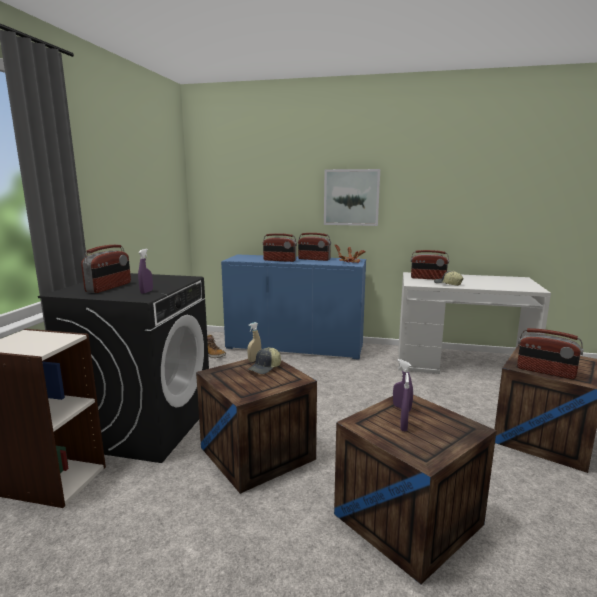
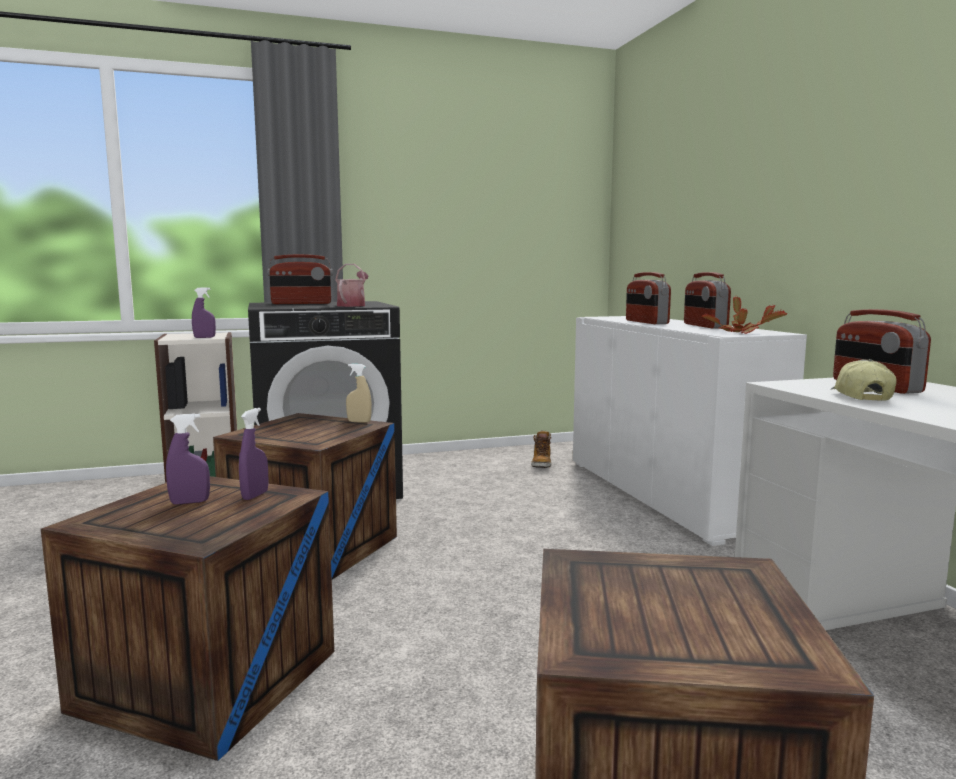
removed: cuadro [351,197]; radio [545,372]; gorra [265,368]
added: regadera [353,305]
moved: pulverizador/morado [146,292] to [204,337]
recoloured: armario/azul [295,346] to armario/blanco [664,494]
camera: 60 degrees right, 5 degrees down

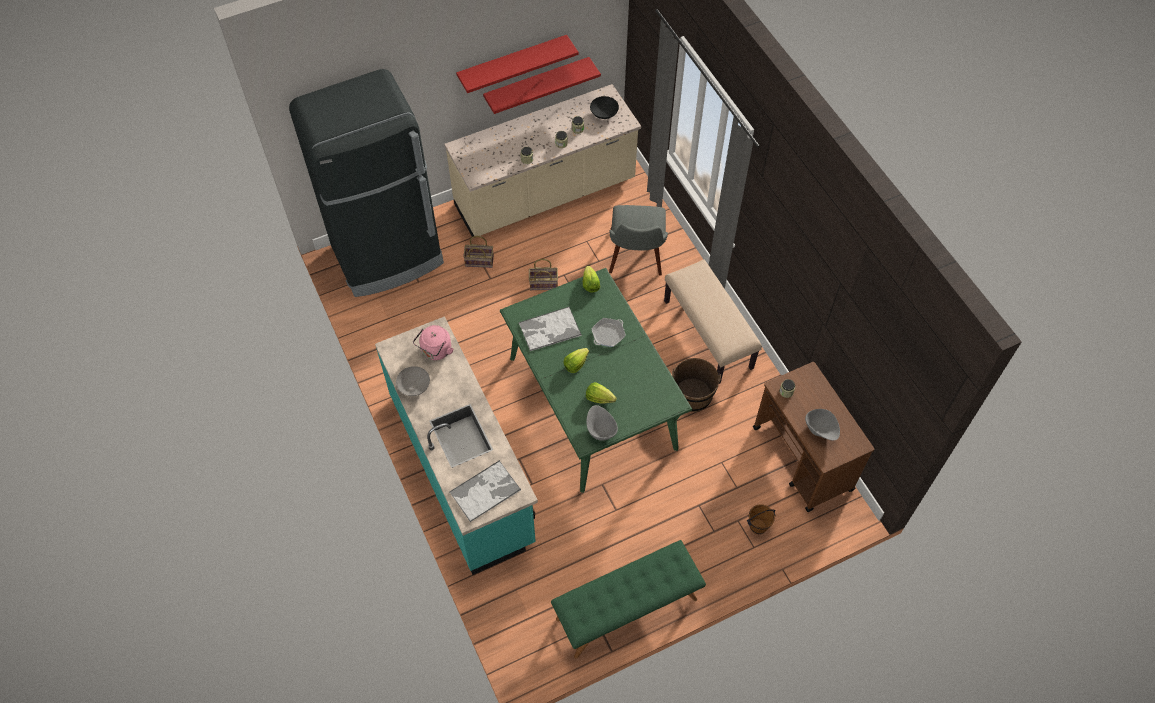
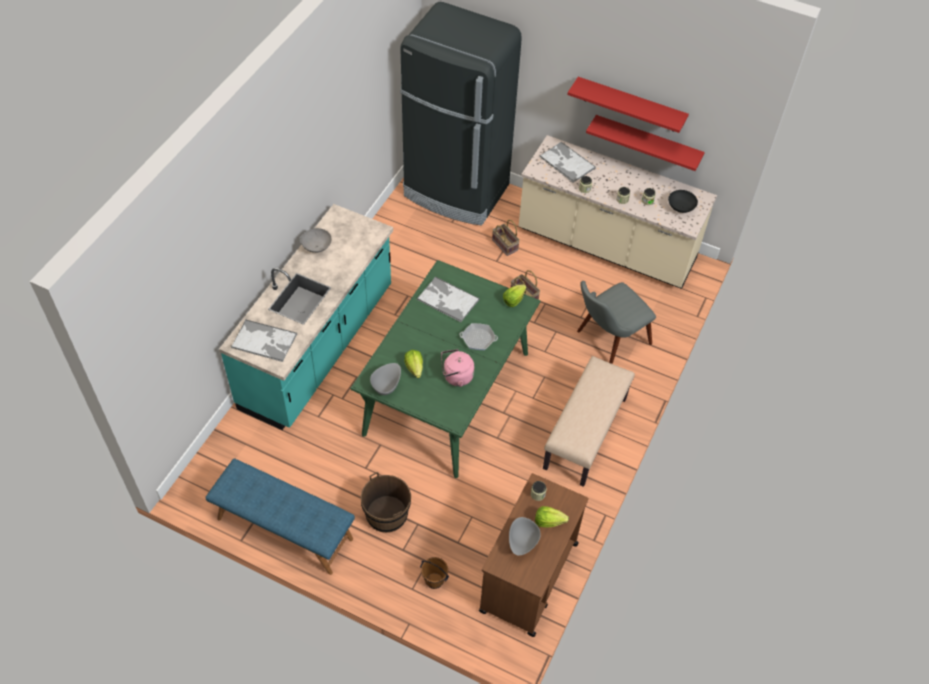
added: bandeja [566,162]
moved: hervidor/rosa [435,351] to [456,377]; lechuga [575,364] to [549,521]; cubo/marrón [692,395] to [387,514]
recoloured: banco/verde [627,609] to banco/azul [284,529]
camera: 50 degrees right, 5 degrees down

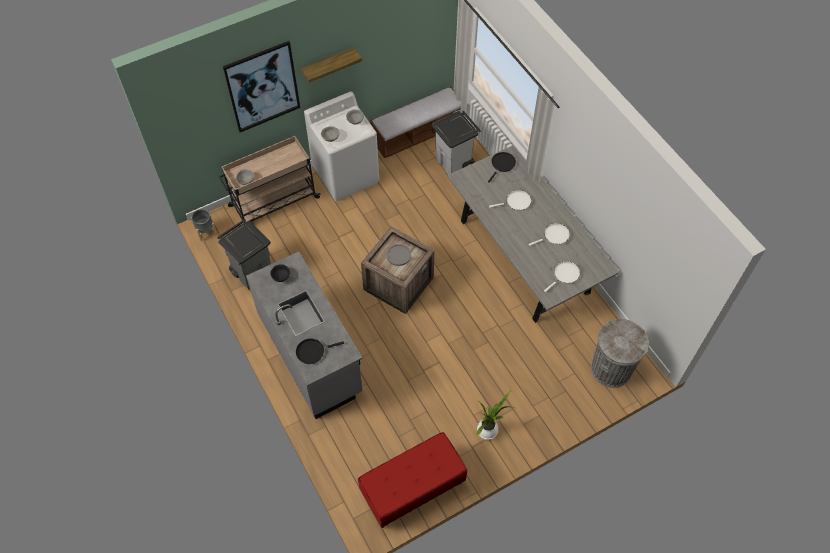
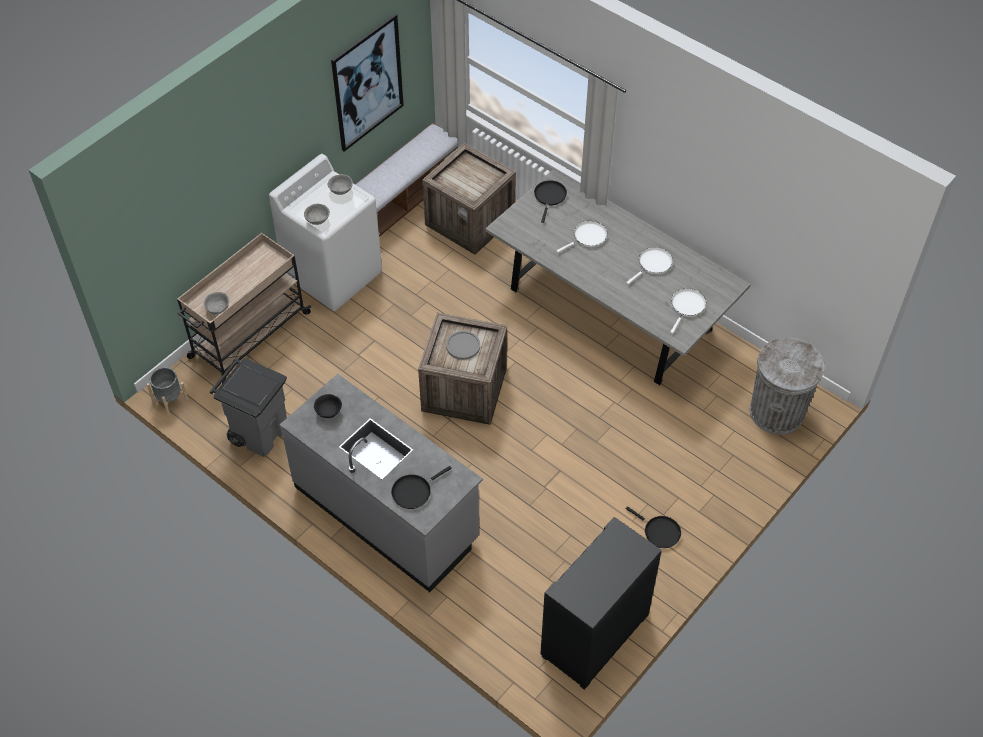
removed: estante [328,65]
moved: cuadro [262,87] to [367,83]
replaced: papelera/gris [454,163] to caja de embalaje [471,221]; planta en maceta [489,429] to sartén/negro [659,532]; banco/rojo [412,489] to armario/negro [595,636]
camera: 20 degrees left, 5 degrees down

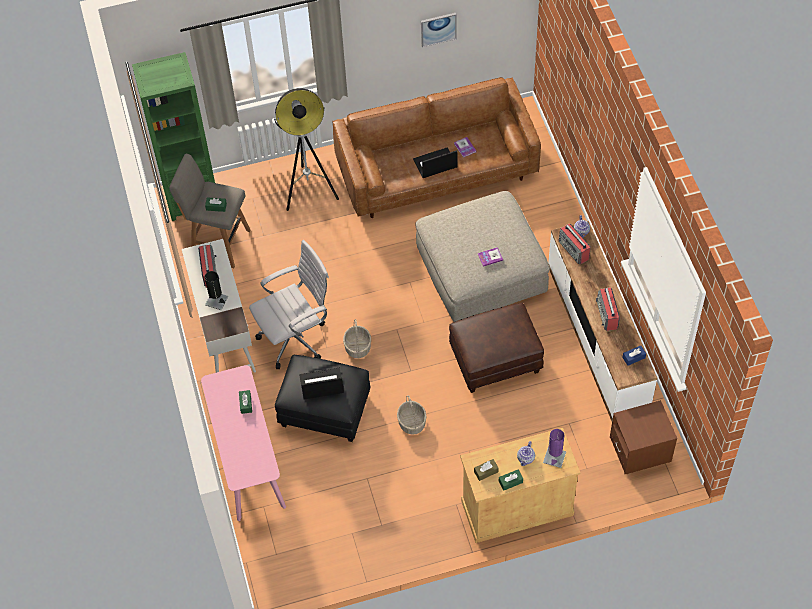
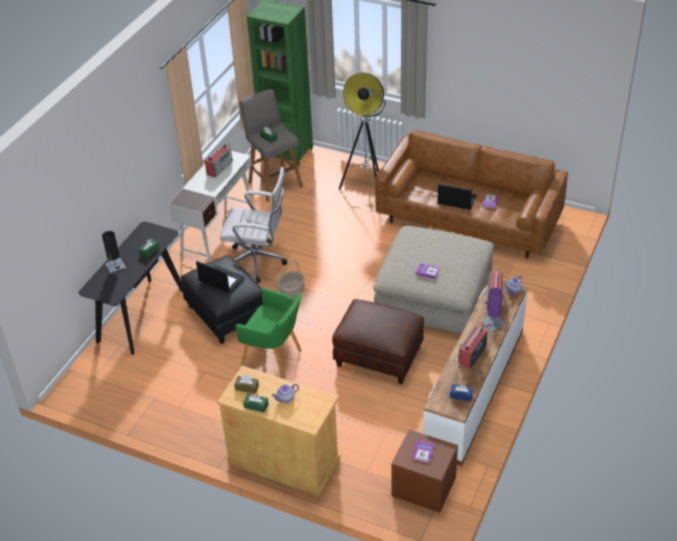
removed: cuadro [438,29]
added: libro [423,452]
moved: lámpara de mesa/negro [216,301] to [115,266]; lámpara de mesa/morado [554,457] to [493,323]
replaced: cesta [412,423] to sillón/verde [274,358]
recoloured: mesa consola/rosa [248,465] to mesa consola/negro [141,315]
camera: 40 degrees right, 15 degrees down

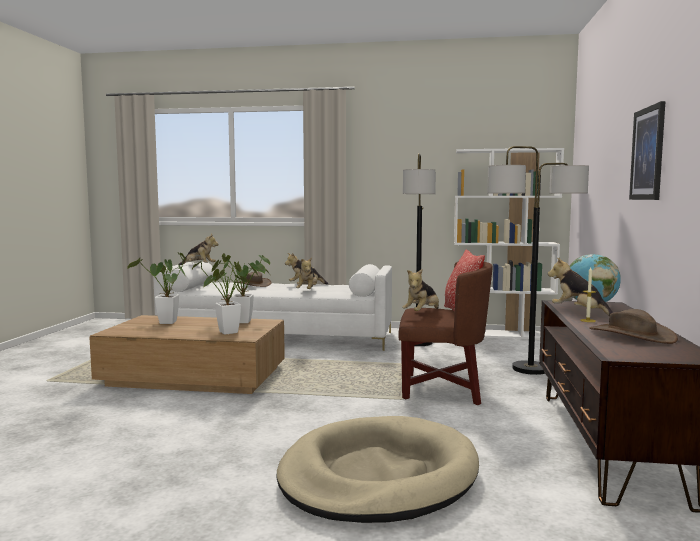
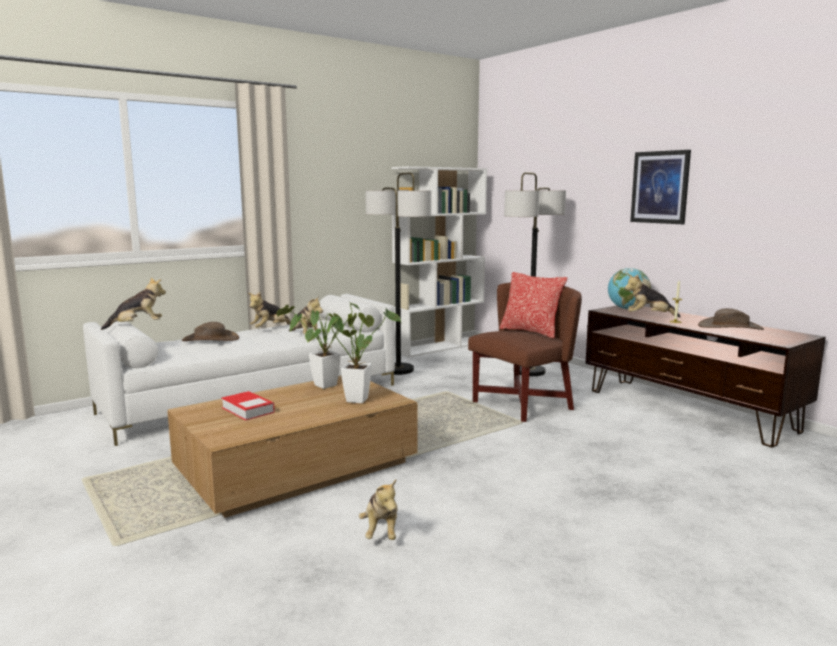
removed: cama para perro/beis [378,476]
moved: peluche [422,313] to [381,531]
replaced: planta en maceta [166,323] to libro [248,410]
camera: 45 degrees left, 5 degrees up

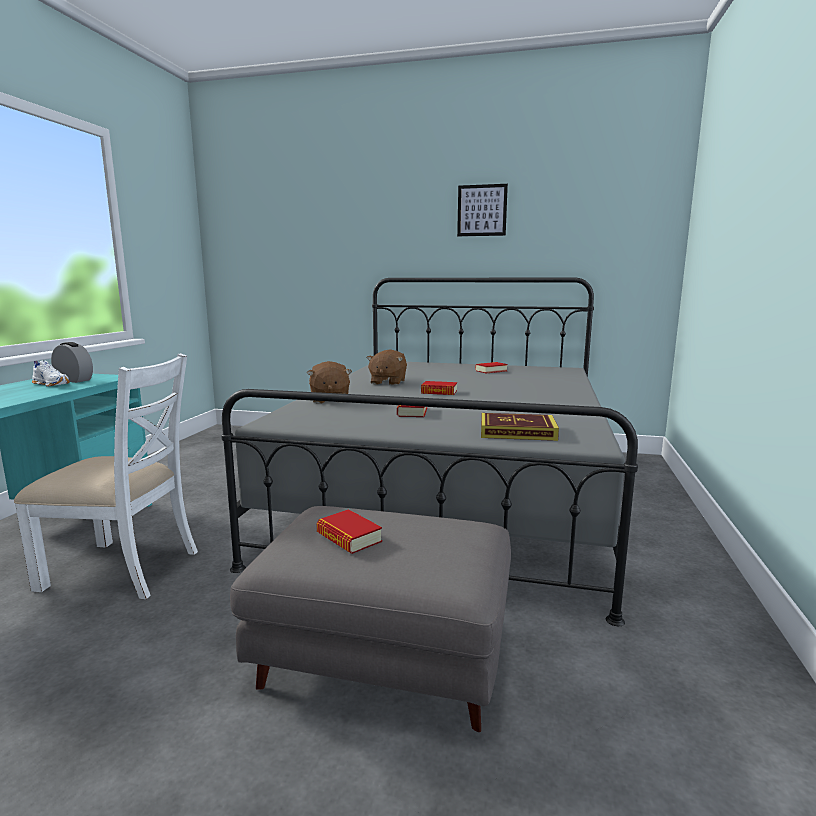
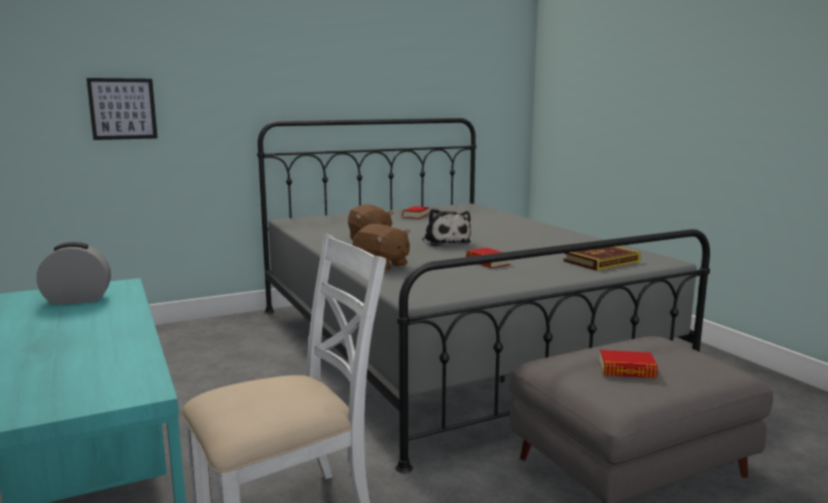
removed: zapato/blanco [52,384]
moved: cuadro [482,210] to [122,109]
replaced: libro [439,392] to peluche [445,242]
camera: 40 degrees left, 0 degrees up

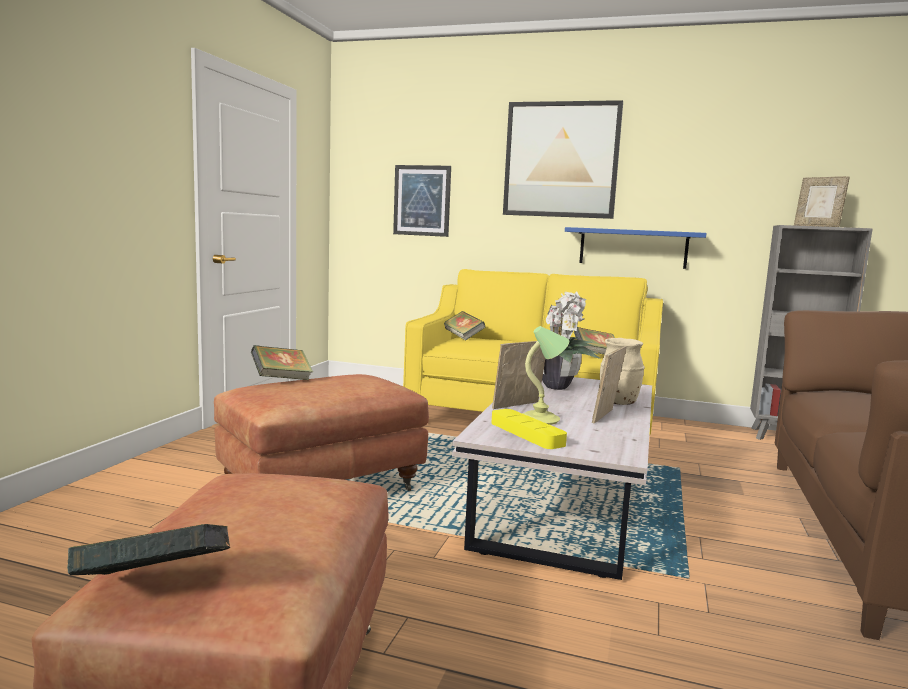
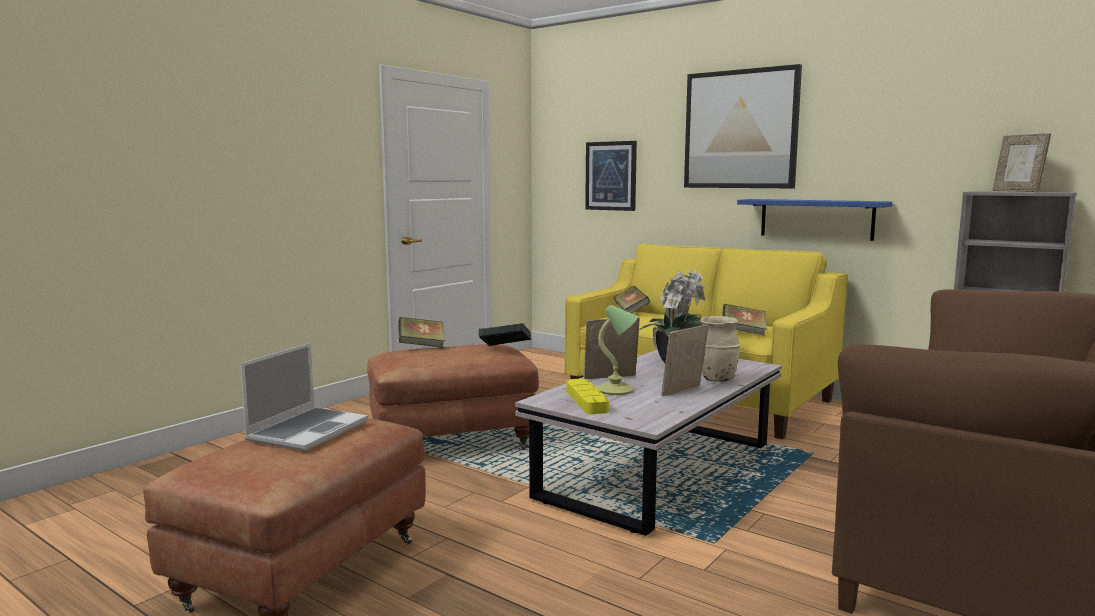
added: portátil [308,430]
moved: libro [155,587] to [505,349]
camera: 20 degrees right, 0 degrees up

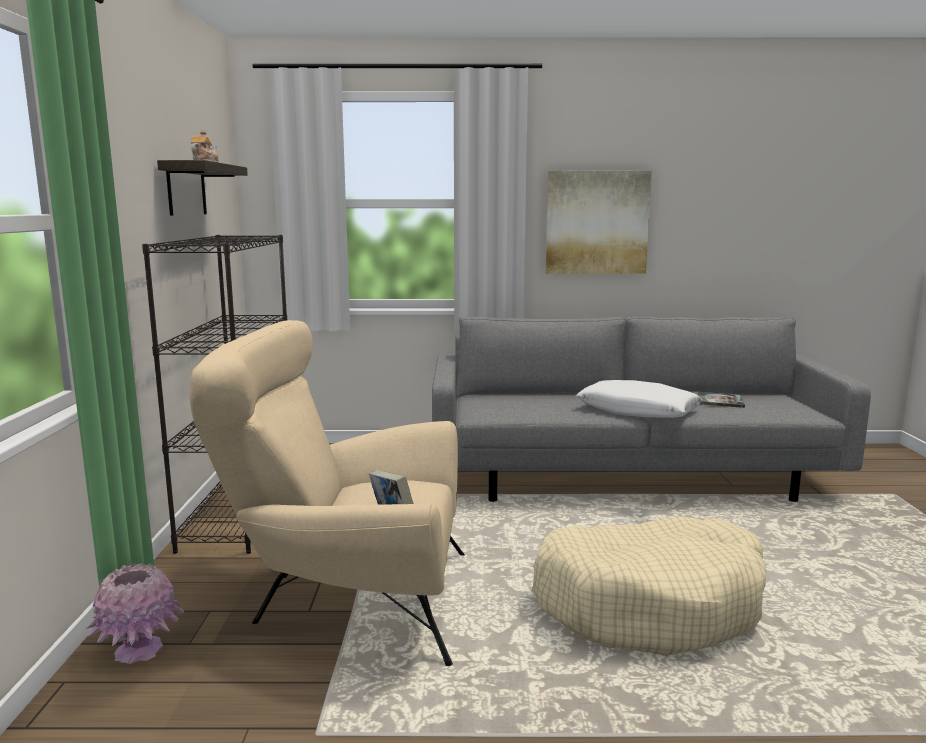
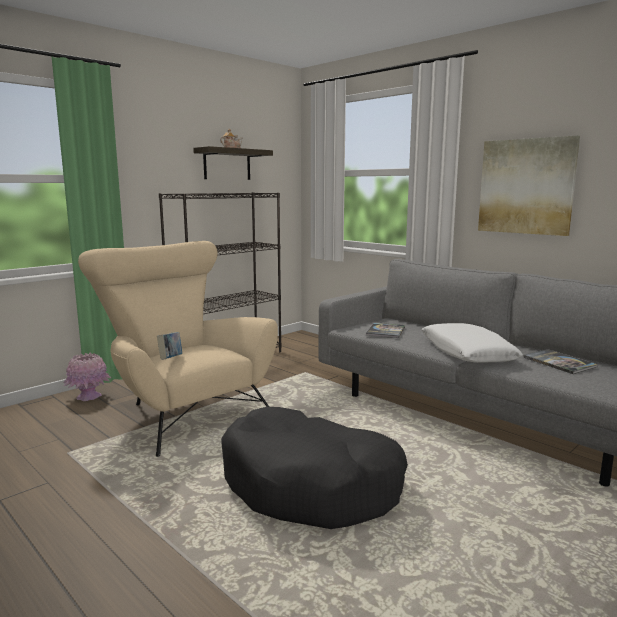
added: libro [385,331]
recoloured: cama para perro/beis [650,604] to cama para perro/negro [311,485]
camera: 45 degrees right, 0 degrees up

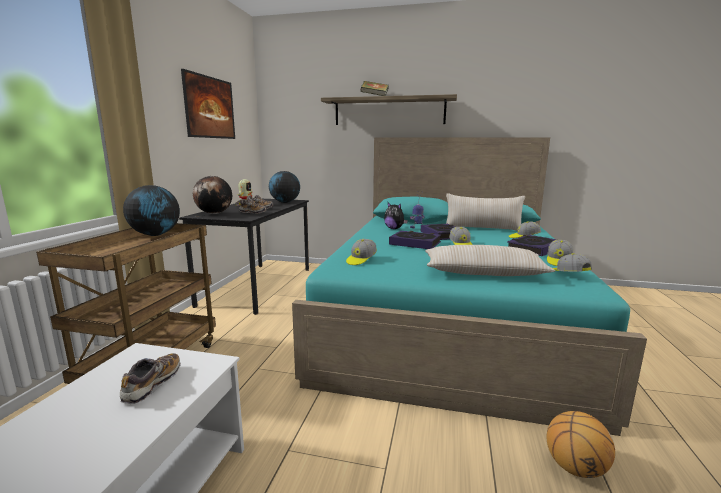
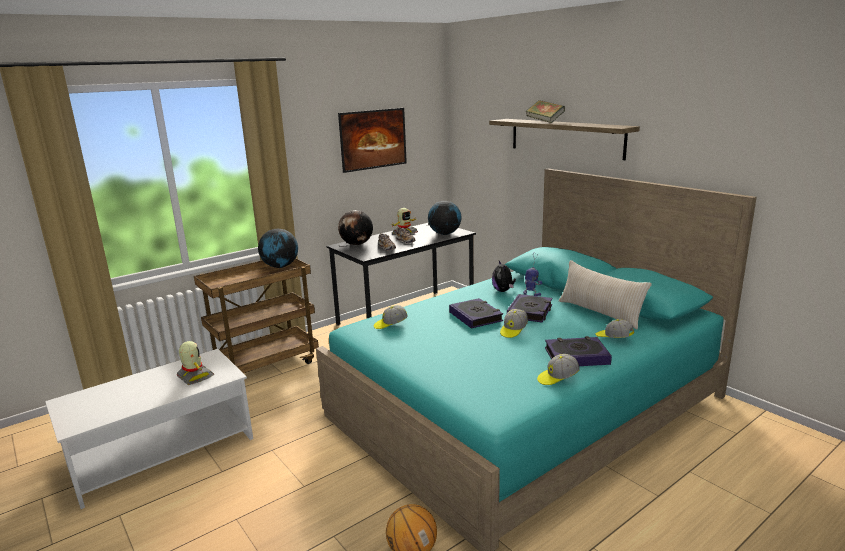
removed: cojín/beis [483,272]; gorra [567,274]
replaced: zapato [152,384] to robot de juguete [194,377]
camera: 40 degrees right, 5 degrees up

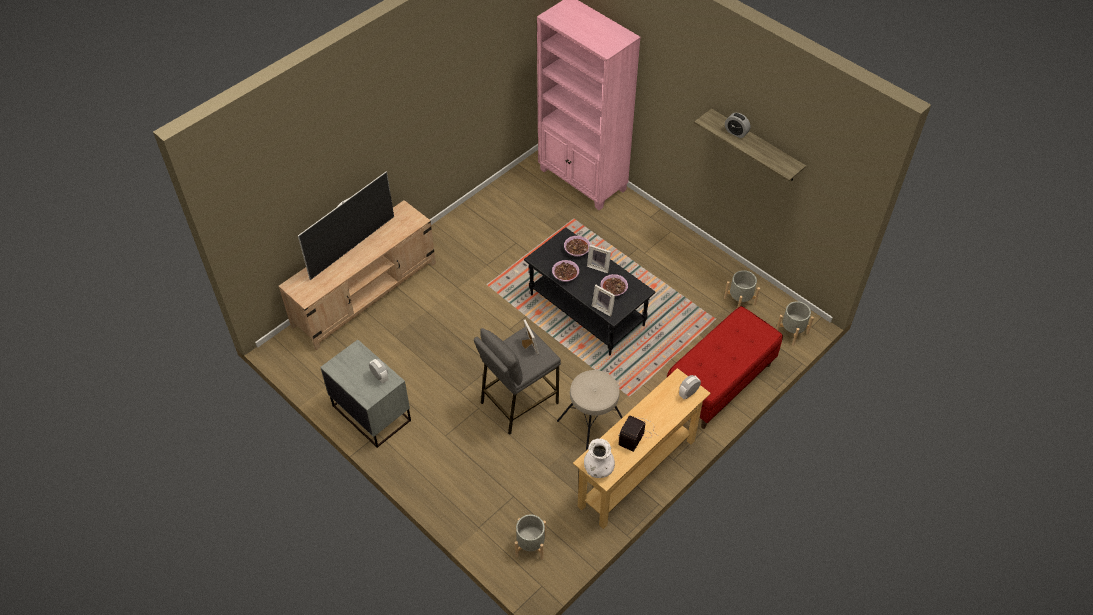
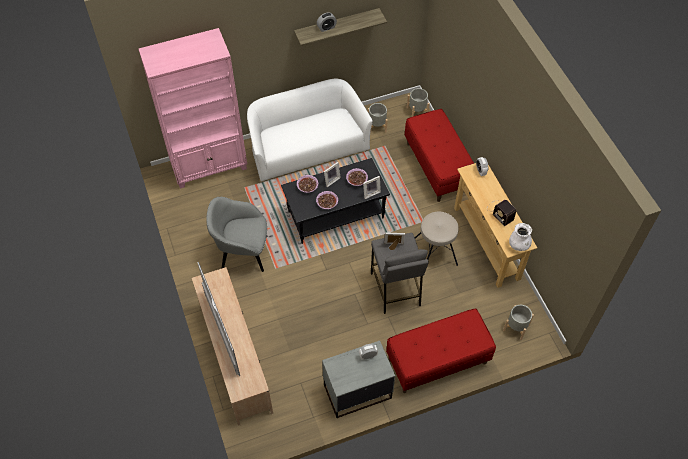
added: sofá/blanco [307,147]; sillón/gris [243,252]; banco/rojo [437,361]
camera: 65 degrees left, 5 degrees up

